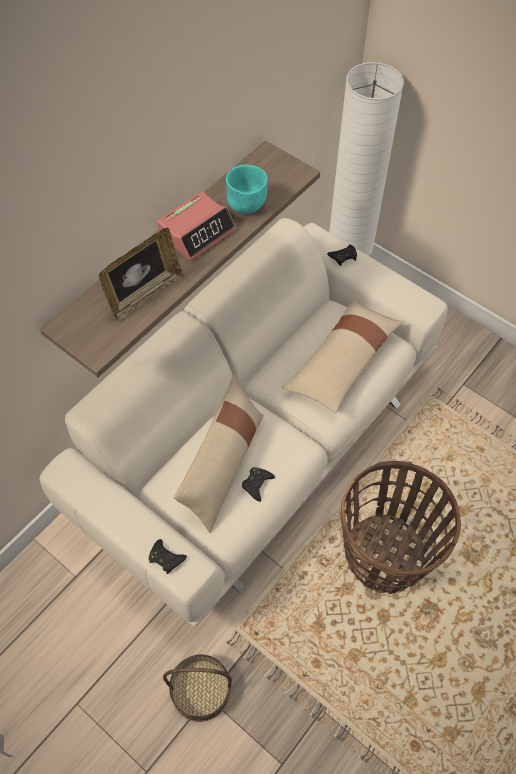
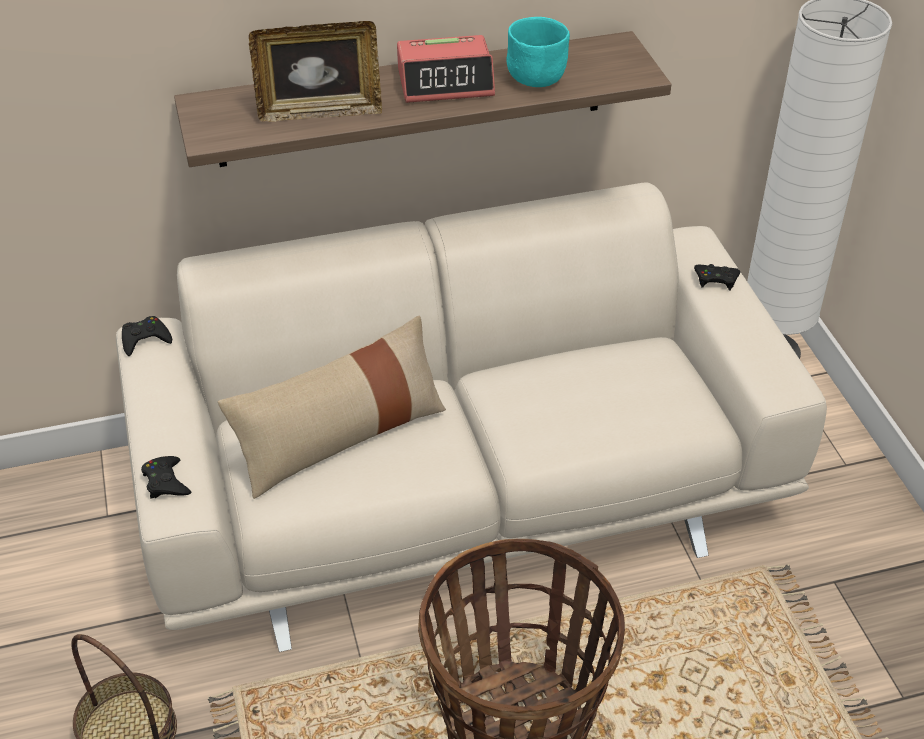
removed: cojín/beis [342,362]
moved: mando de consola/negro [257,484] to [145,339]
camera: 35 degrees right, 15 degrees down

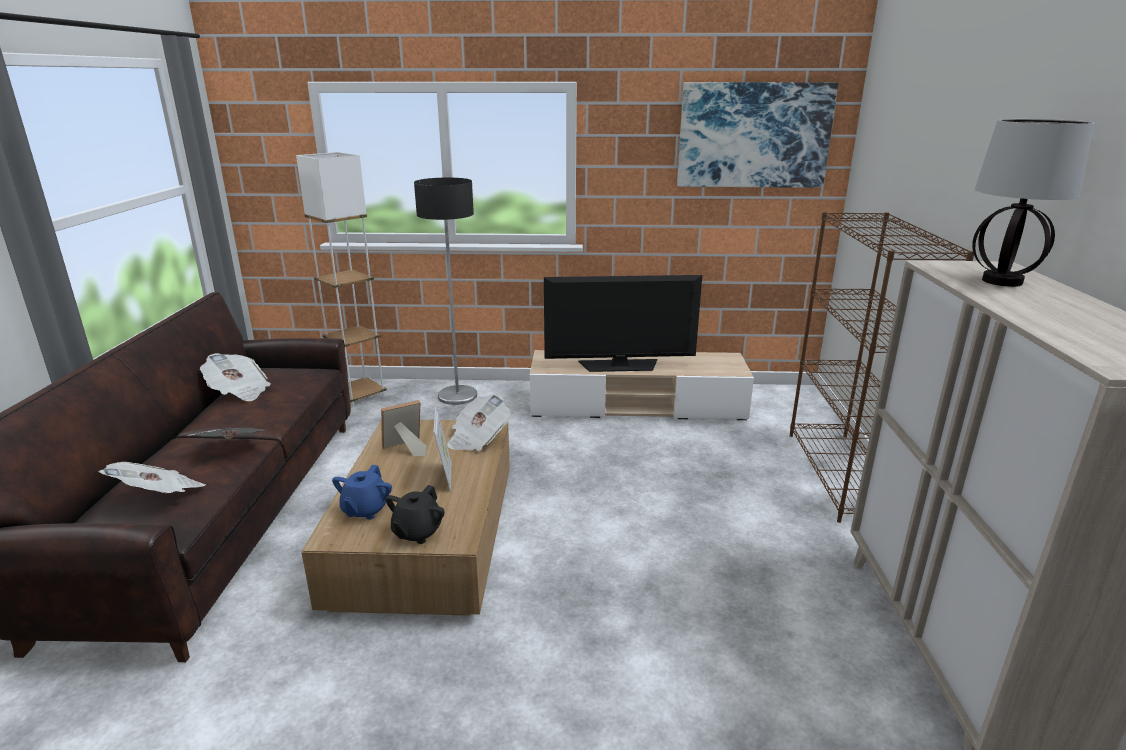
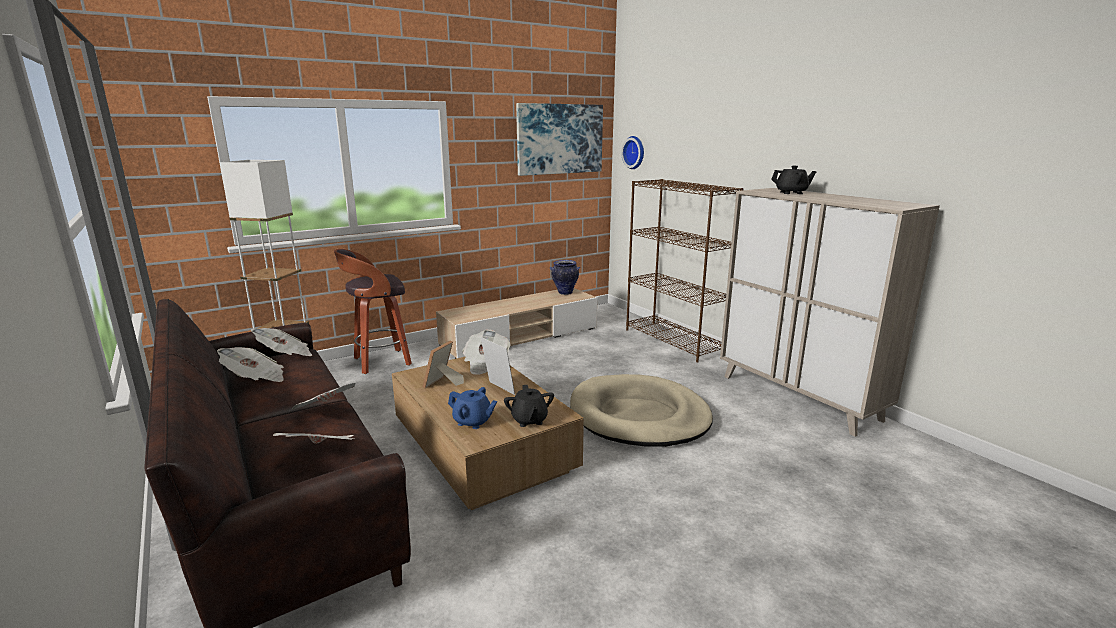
removed: televisor [619,366]
added: reloj de pared [635,152]; florero [564,293]; periódico [285,355]; cama para perro/beis [639,416]
replaced: lámpara de mesa [1001,281] to tetera/negro [791,193]; lámpara de pie [457,396] to taburete [380,362]
turned: tetera/azul [365,510] = [473,422] 45 degrees counterclockwise
camera: 35 degrees left, 5 degrees down

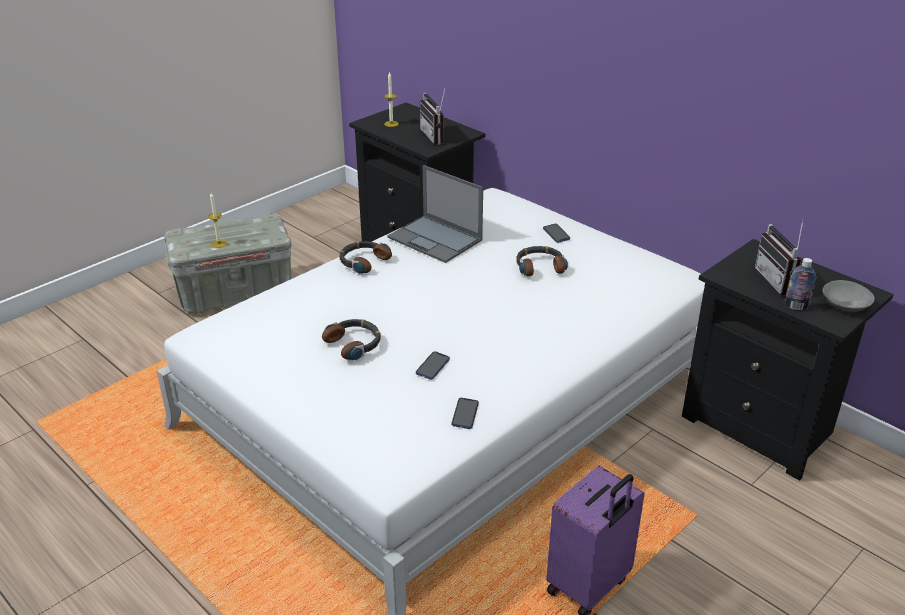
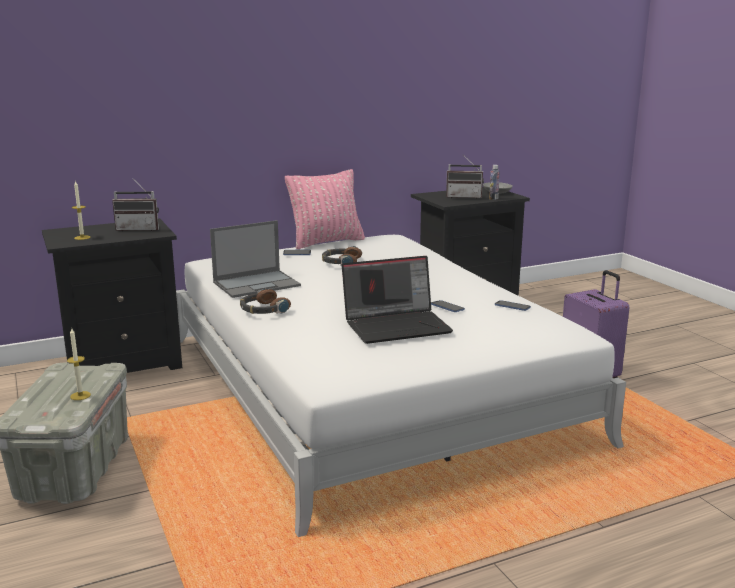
added: cojín/rosa [326,242]
replaced: auriculares [354,344] to portátil [397,325]
camera: 70 degrees left, 15 degrees down

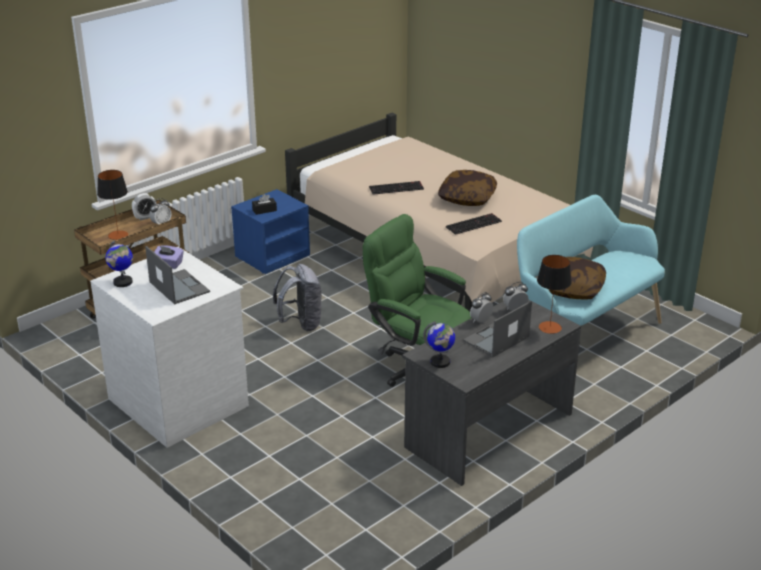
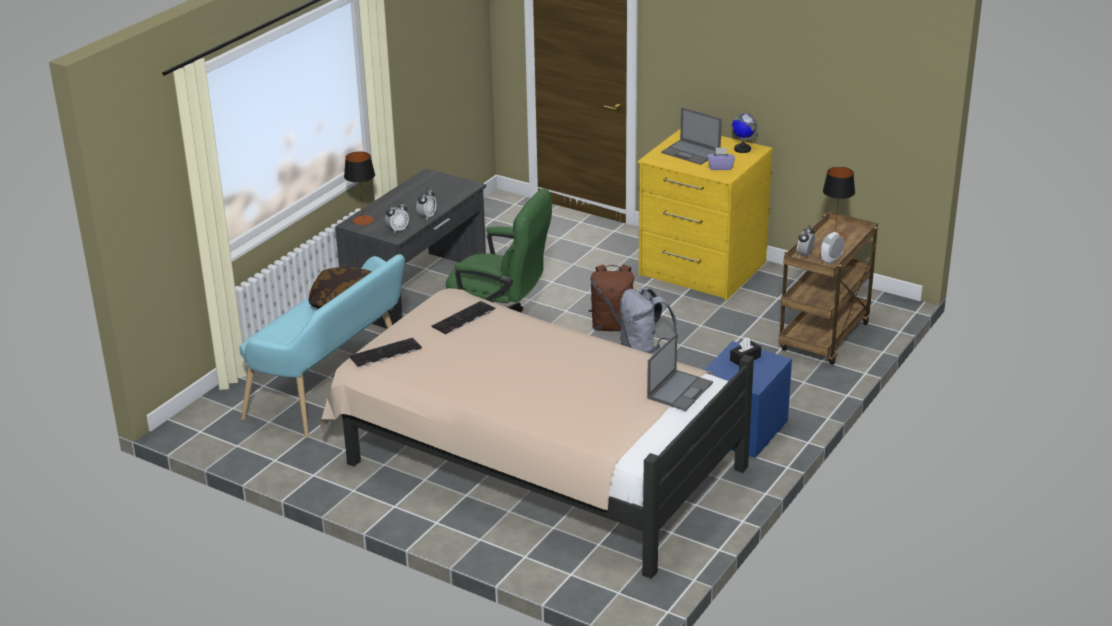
removed: cojín [467,198]; globo terráqueo [440,362]
added: mochila/marrón [613,326]
moved: teclado [396,188] to [385,353]; portátil [496,339] to [680,390]
recoloured: cómoda/blanco [180,401] to cómoda/amarillo [701,270]
camera: 165 degrees right, 0 degrees up

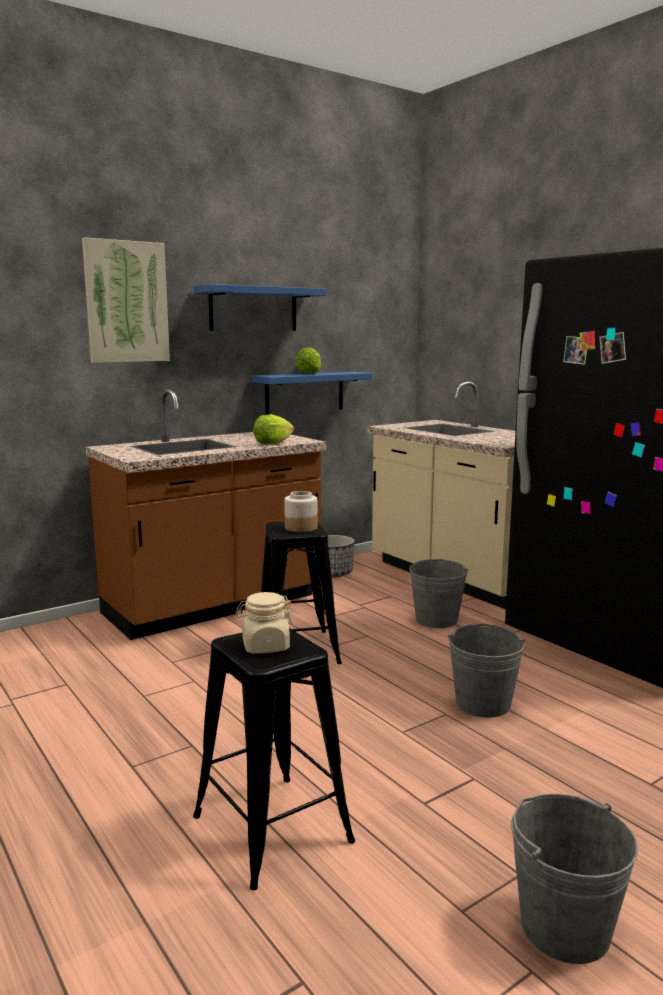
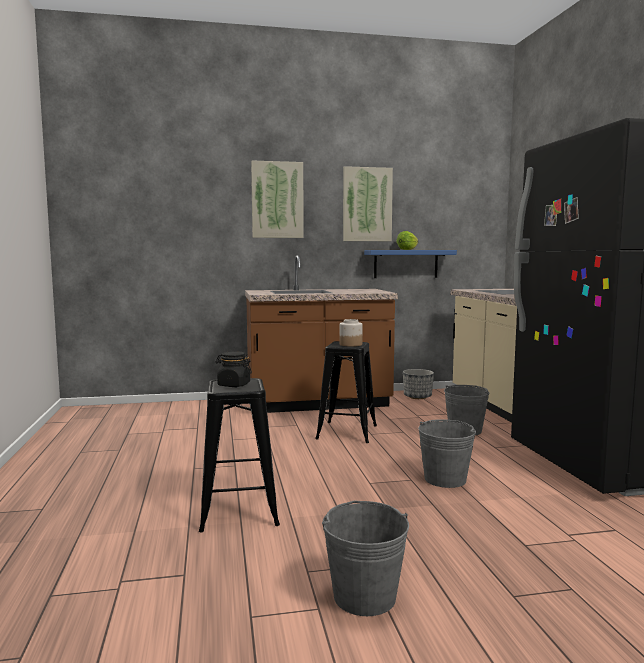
removed: lechuga [272,443]
replaced: estante/azul [253,309] to cuadro [367,204]
recoloured: tarro/beis [265,646] to tarro/negro [233,385]
camera: 25 degrees right, 5 degrees down

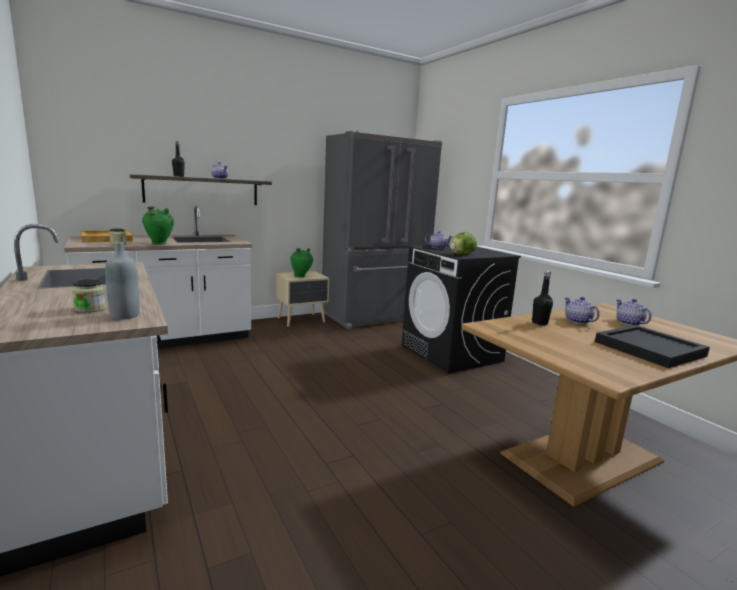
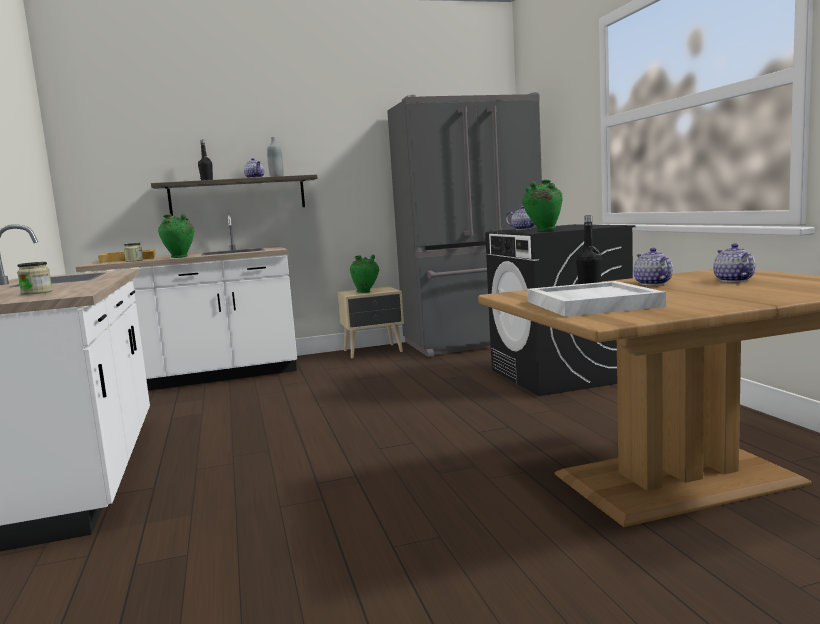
removed: bandeja/negro [649,348]
added: bandeja/blanco [591,304]
moved: botella/gris [125,316] to [276,177]
replaced: lechuga [461,254] to florero/verde [543,230]
camera: 15 degrees right, 5 degrees down

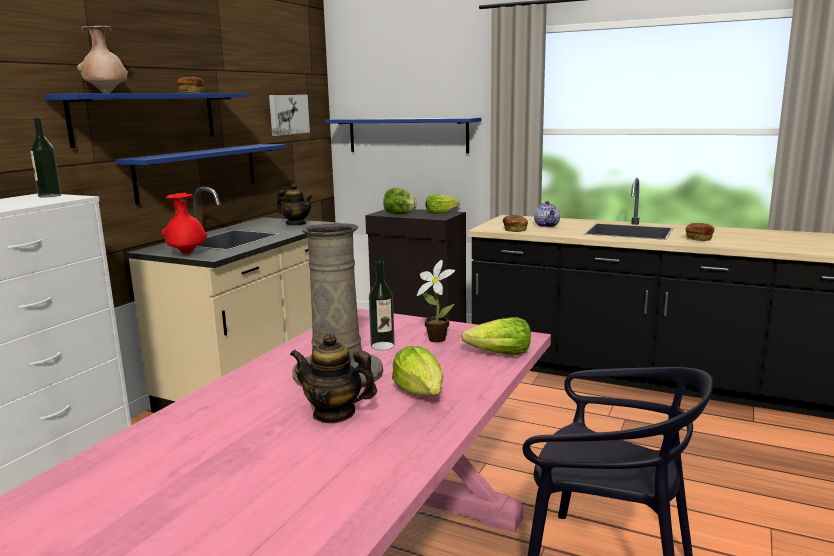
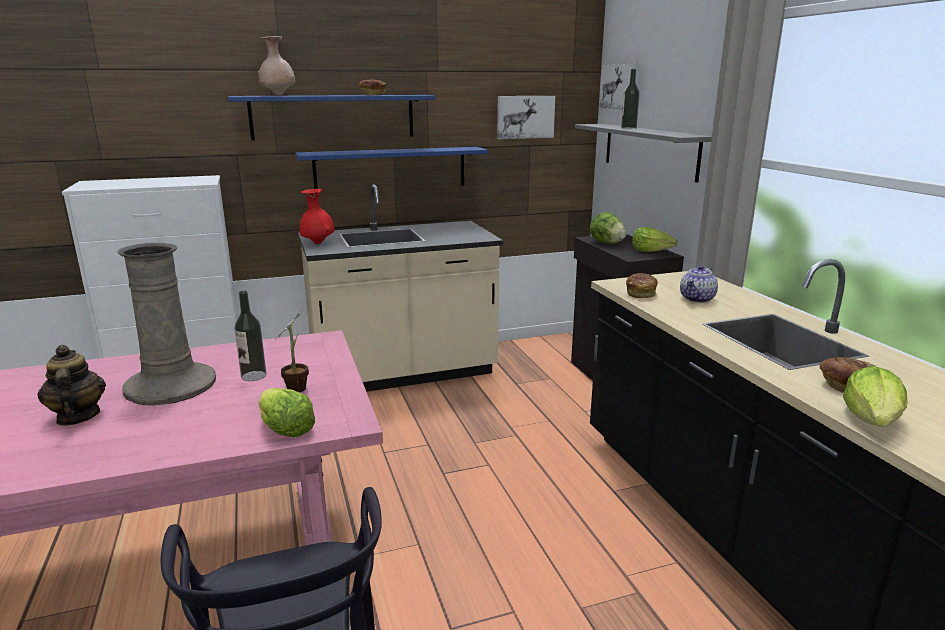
removed: tetera [296,224]
added: cuadro [621,86]
moved: botella [49,196] to [628,128]; lechuga [421,392] to [872,421]
recoloured: estante/azul [407,135] to estante/gris [649,150]
camera: 45 degrees right, 5 degrees up

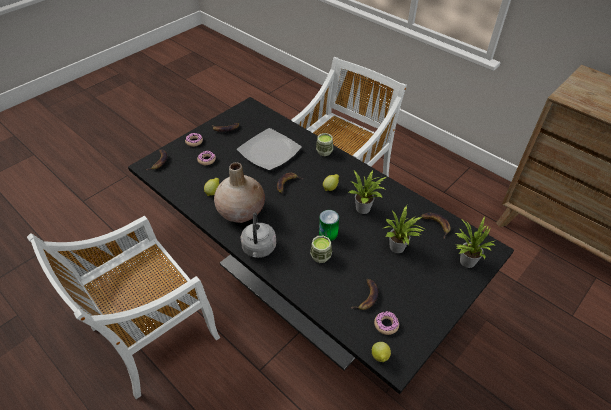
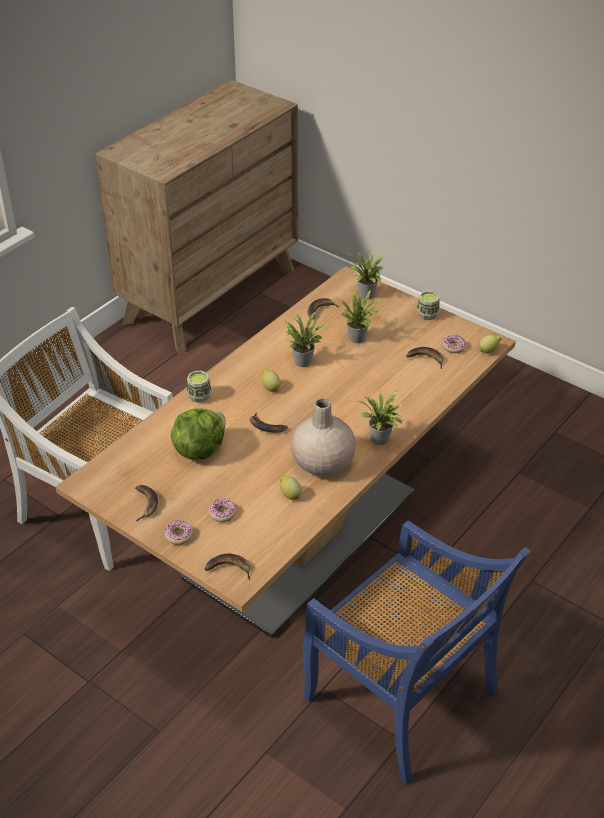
removed: lata [328,233]
moved: taza [320,256] to [427,315]
replaced: plato [269,151] to lechuga [199,449]; hervidor/gris [259,249] to planta en maceta [380,440]
recoloured: mesa de comedor/negro [305,288] to mesa de comedor/beis [301,535]; silla/blanco [153,334] to silla/azul [403,698]
camera: 95 degrees left, 5 degrees down

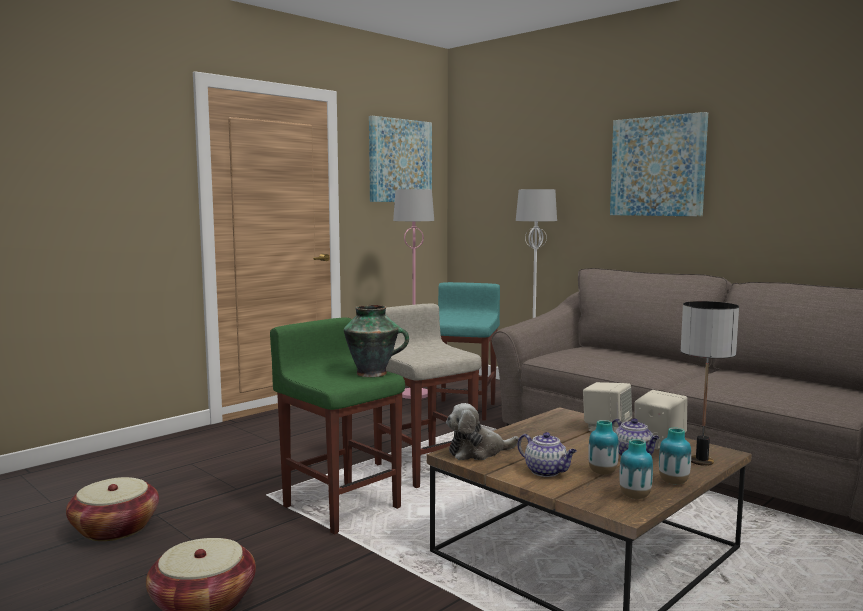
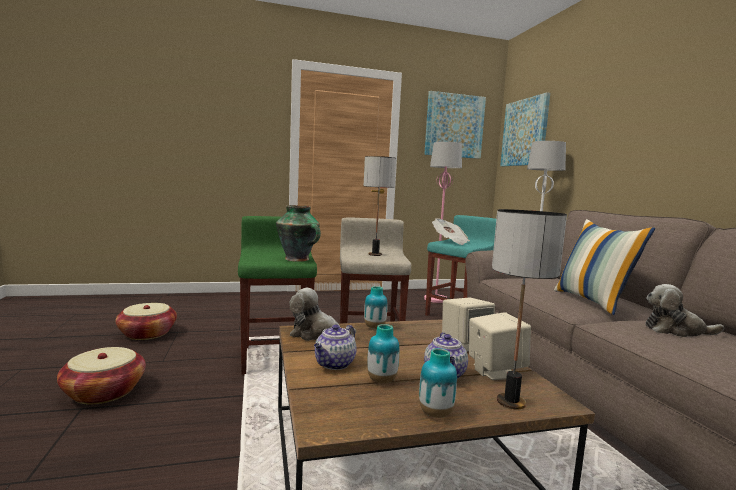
added: lámpara de mesa [375,254]; periódico [450,242]; cojín [593,301]; peluche [676,331]
moved: cuadro [657,166] to [525,132]; florero [635,496] to [374,327]
turned: tetera [546,472] = [334,364] 45 degrees clockwise
camera: 30 degrees right, 0 degrees up

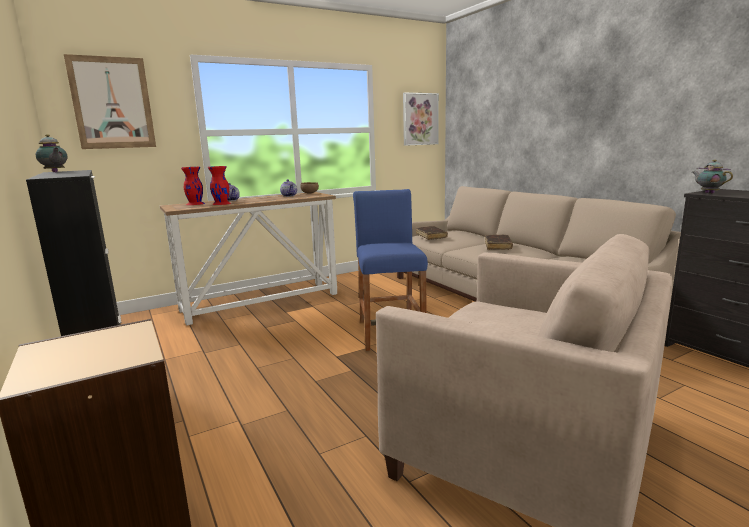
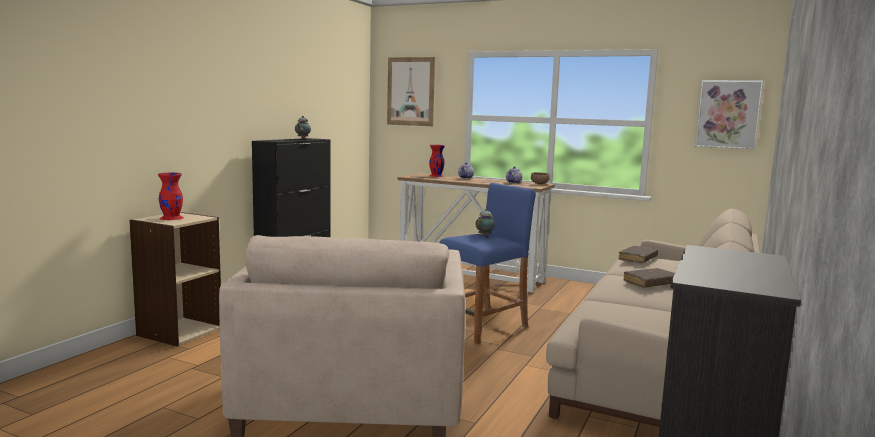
moved: tetera [708,193] to [485,235]; florero/rojo [221,203] to [172,218]
camera: 55 degrees right, 5 degrees down

